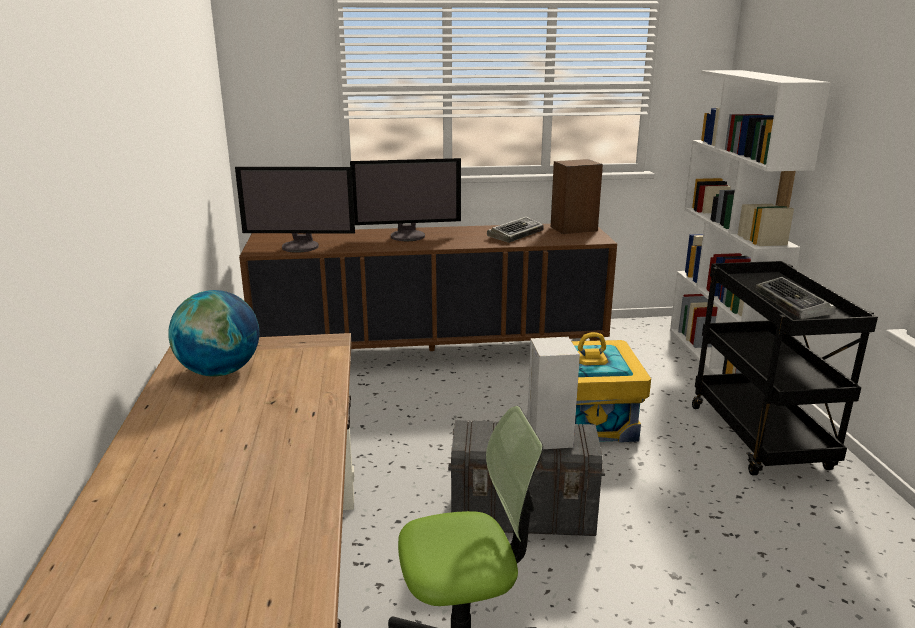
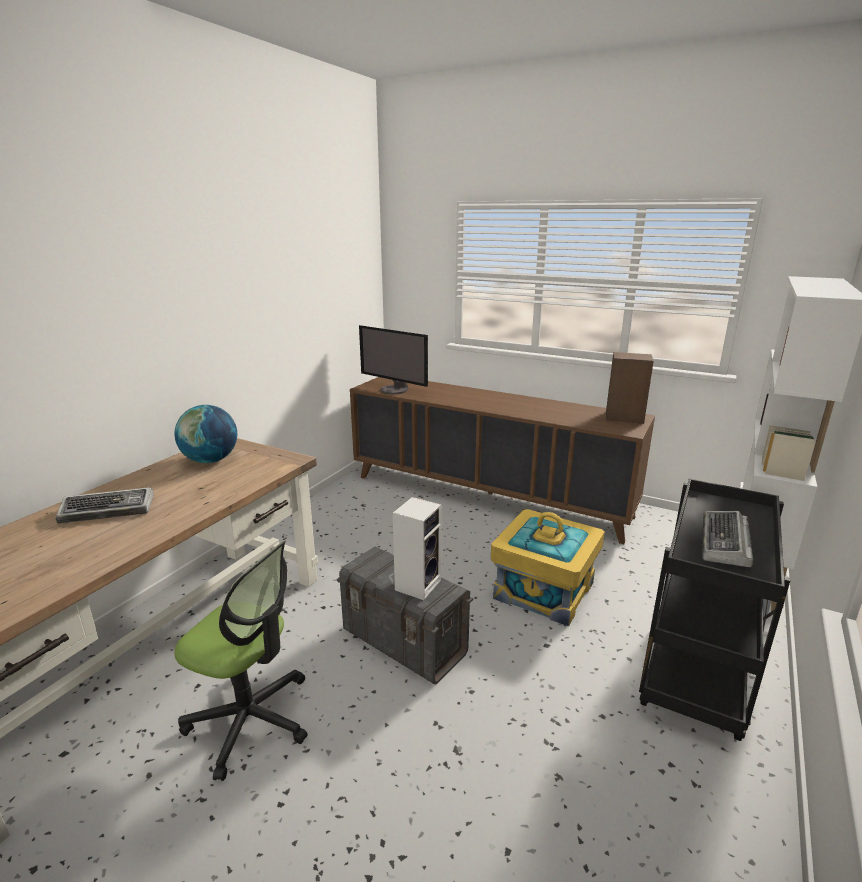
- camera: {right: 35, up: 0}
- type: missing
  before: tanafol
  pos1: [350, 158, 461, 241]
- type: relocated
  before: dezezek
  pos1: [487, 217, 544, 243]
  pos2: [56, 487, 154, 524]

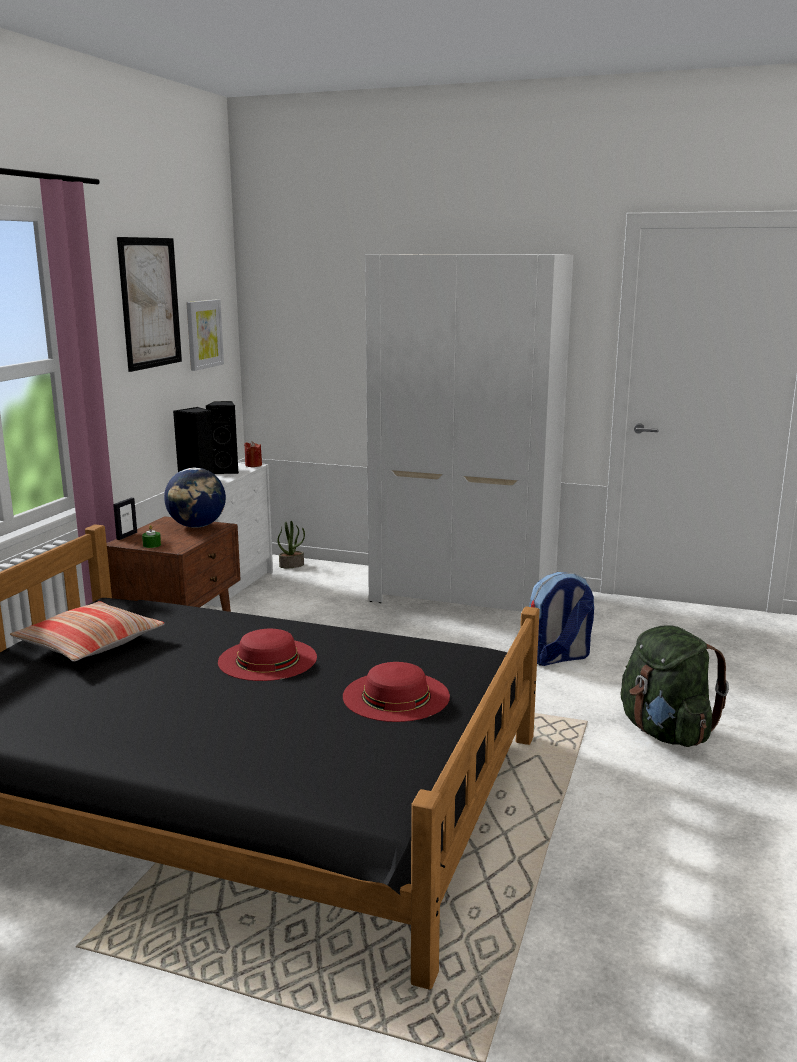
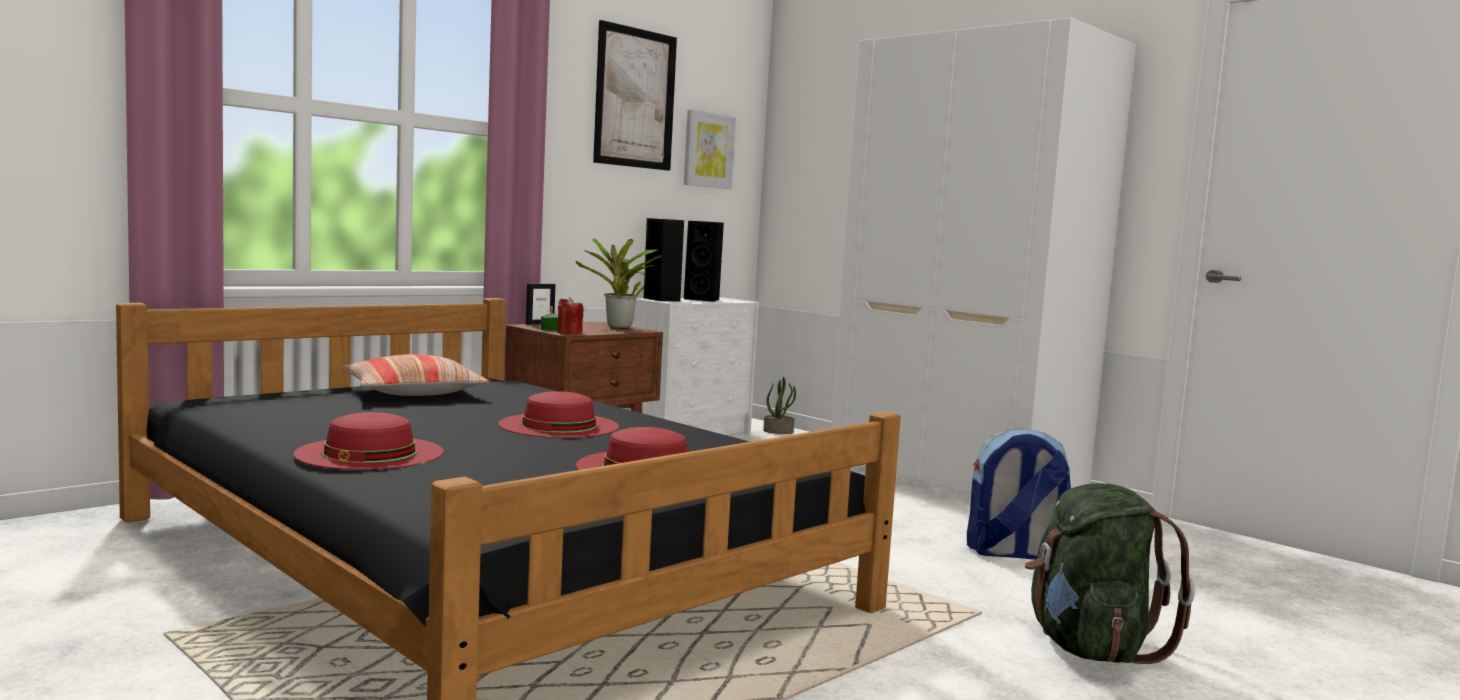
- camera: {right: 25, up: -10}
- type: exchanged
  before: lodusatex
  after: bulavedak
  pos1: [164, 468, 226, 528]
  pos2: [576, 238, 661, 329]
- type: relocated
  before: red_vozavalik
  pos1: [244, 441, 262, 467]
  pos2: [557, 297, 583, 335]
- type: appeared
  after: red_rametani
  pos2: [293, 412, 443, 470]

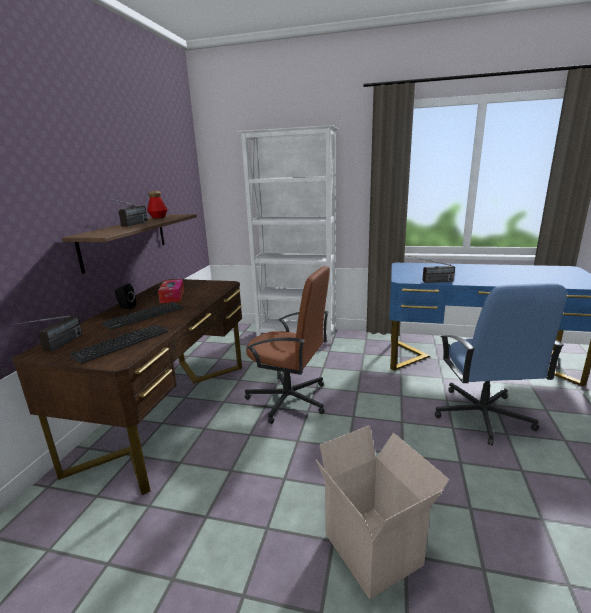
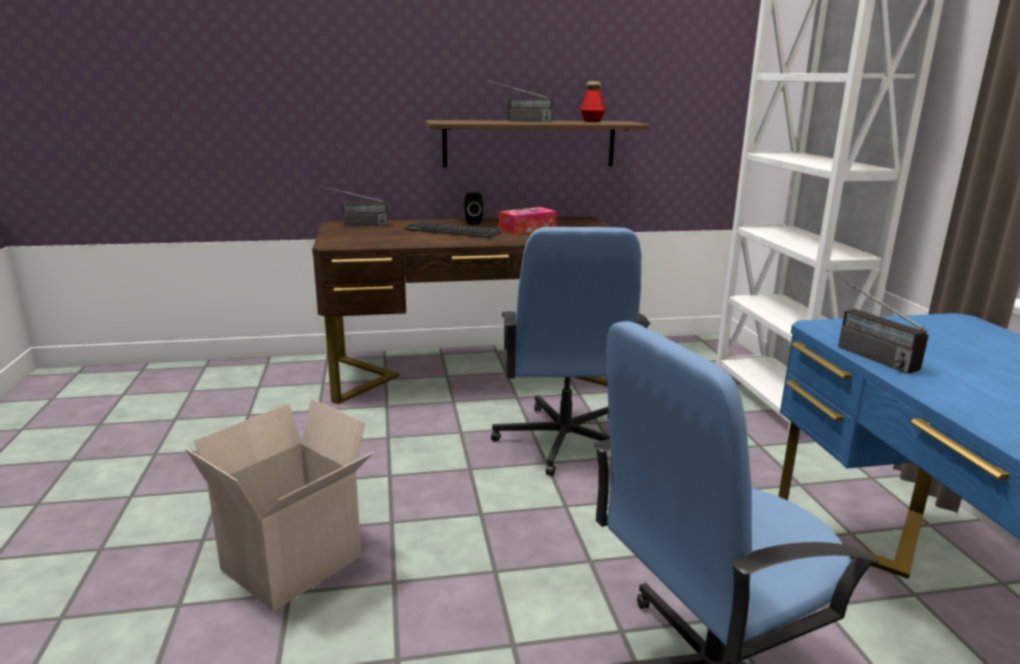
- camera: {right: 65, up: 0}
- type: missing
  before: dezezek
  pos1: [70, 325, 168, 364]
- type: colour
  before: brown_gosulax
  after: blue_gosulax
  pos1: [245, 266, 330, 424]
  pos2: [491, 227, 650, 476]

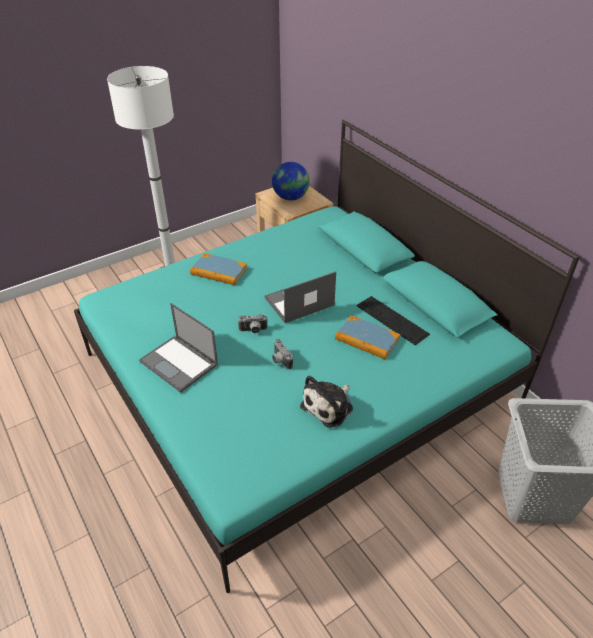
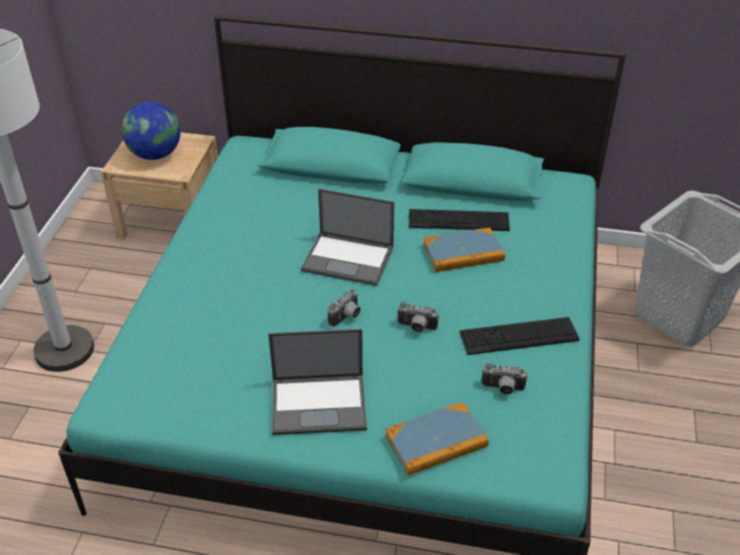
- camera: {right: -45, up: 0}
- type: relocated
  before: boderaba
  pos1: [190, 253, 247, 285]
  pos2: [385, 402, 489, 476]
- type: spun
  before: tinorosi
  pos1: [264, 271, 336, 323]
  pos2: [301, 189, 394, 286]
  turn: -90
- type: exchanged
  before: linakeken
  after: dezezek
  pos1: [300, 375, 353, 428]
  pos2: [459, 317, 580, 355]
- type: appeared
  after: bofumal
  pos2: [481, 363, 527, 395]

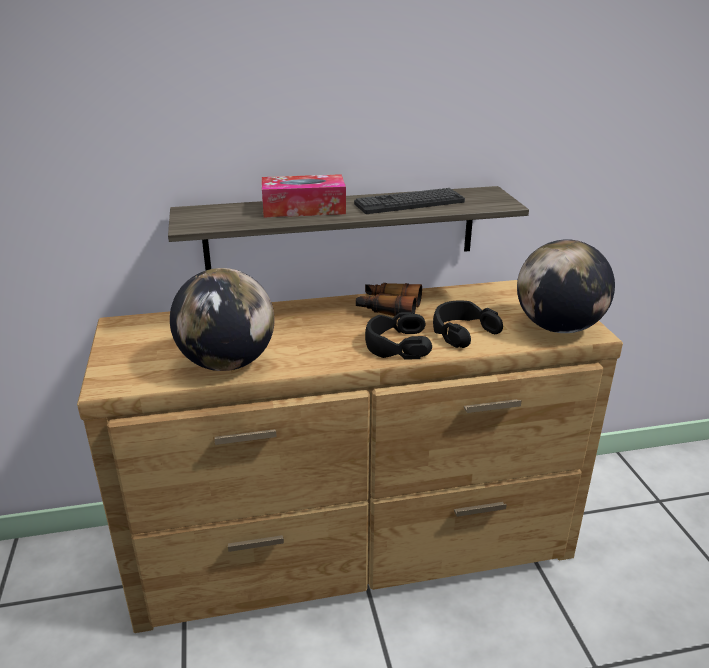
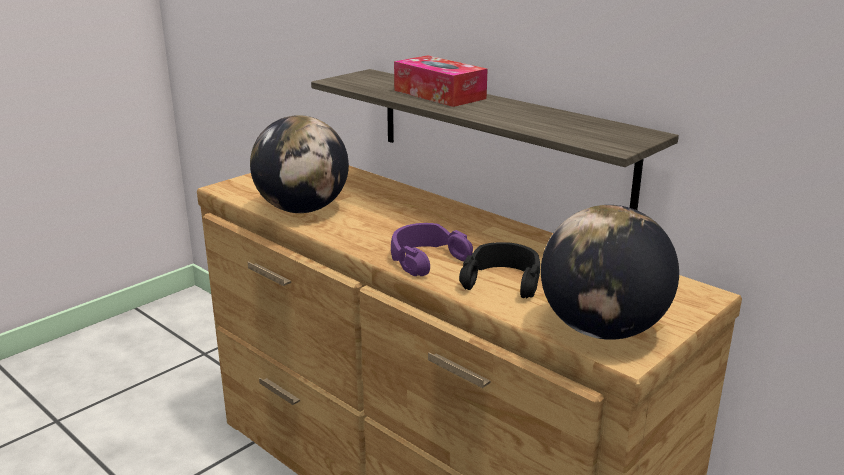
- camera: {right: 55, up: -5}
- type: missing
  before: dezezek
  pos1: [354, 188, 465, 214]
- type: missing
  before: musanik
  pos1: [356, 283, 422, 316]
- type: colour
  before: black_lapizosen
  after: purple_lapizosen
  pos1: [365, 312, 432, 360]
  pos2: [391, 223, 473, 276]

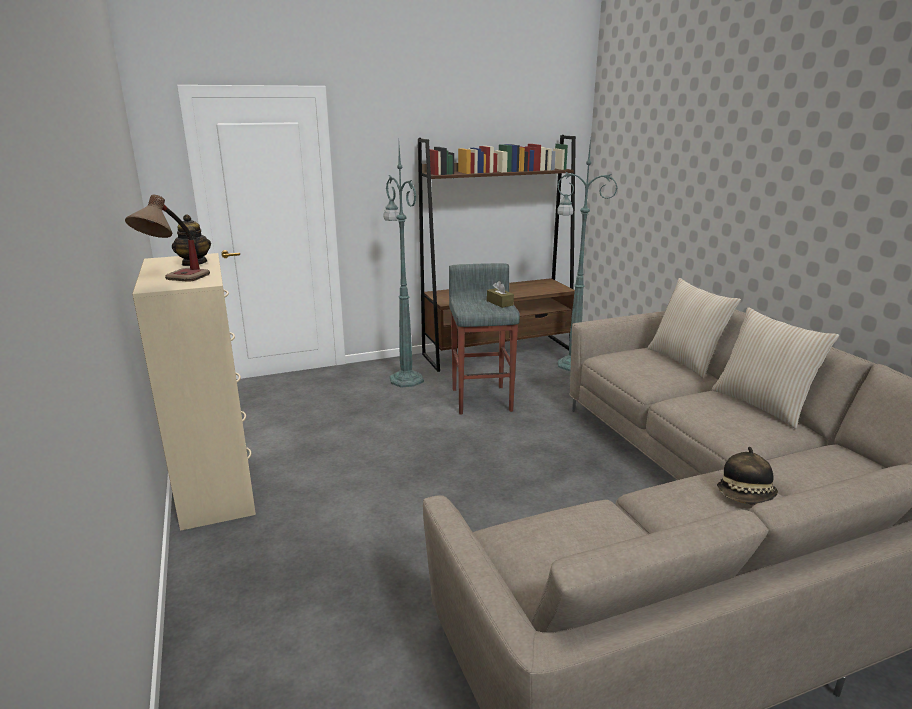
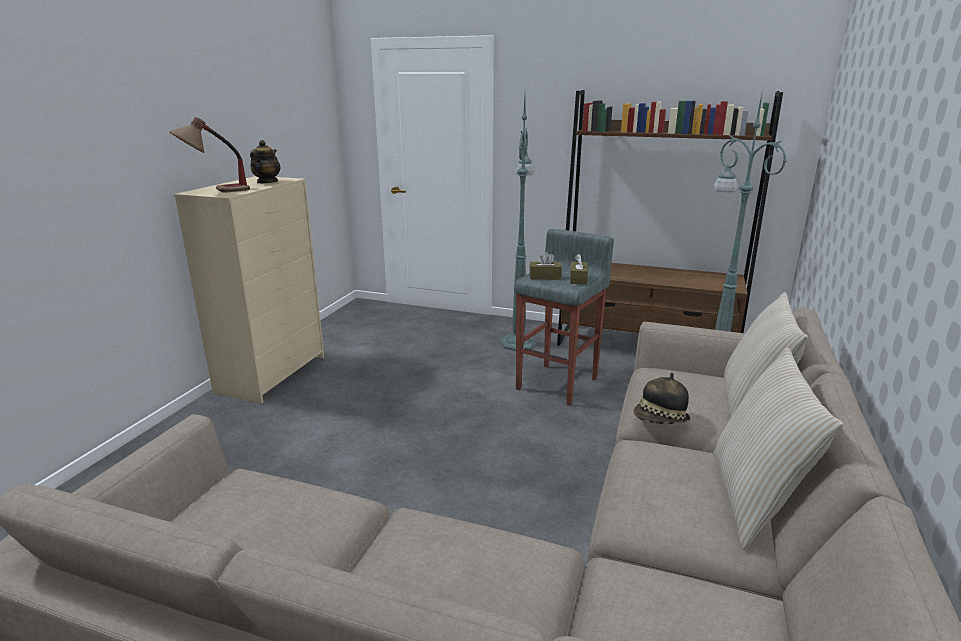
- camera: {right: 40, up: 0}
- type: relocated
  before: rametani
  pos1: [717, 447, 778, 505]
  pos2: [633, 373, 690, 424]
- type: appeared
  after: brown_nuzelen
  pos2: [529, 252, 562, 280]

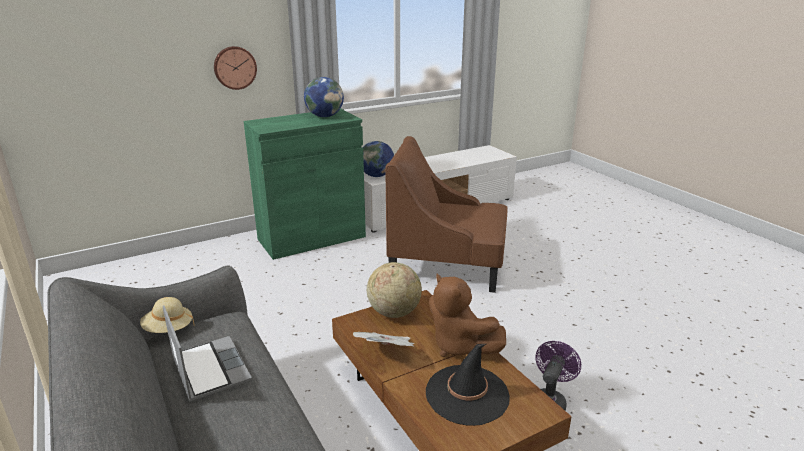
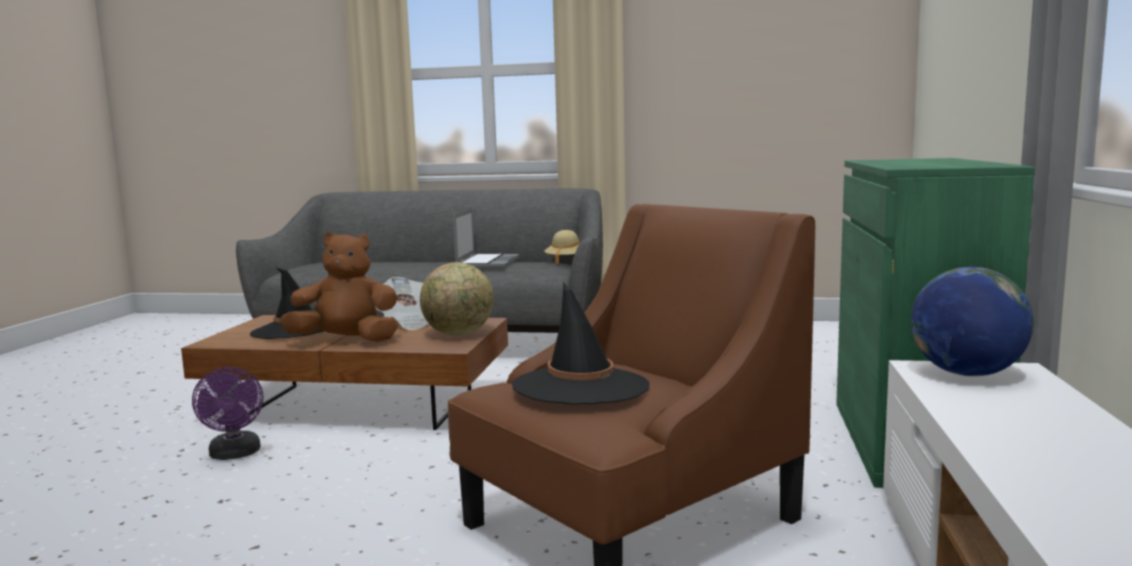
- camera: {right: 130, up: -15}
- type: spun
  before: tinorosi
  pos1: [163, 305, 252, 402]
  pos2: [453, 208, 520, 269]
  turn: -90
- type: missing
  before: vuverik
  pos1: [214, 46, 257, 90]
- type: missing
  before: lodusatex
  pos1: [304, 77, 344, 117]
- type: appeared
  after: black_rametani
  pos2: [512, 282, 650, 404]

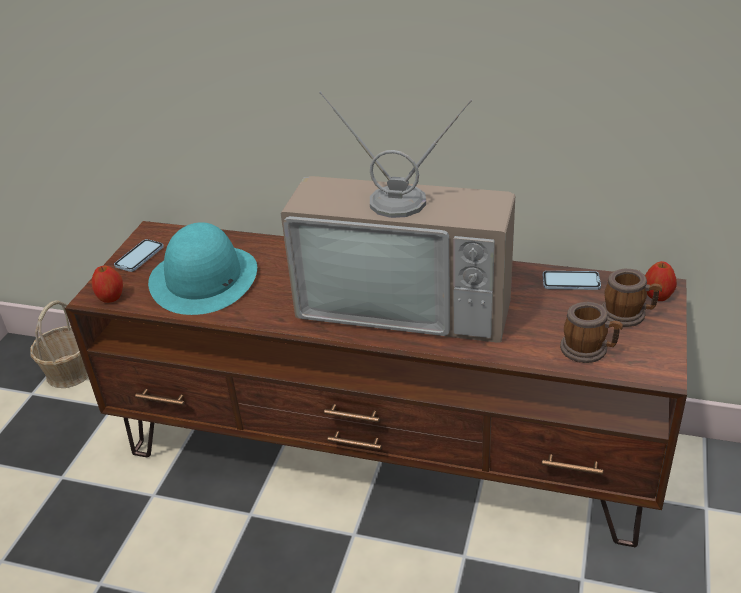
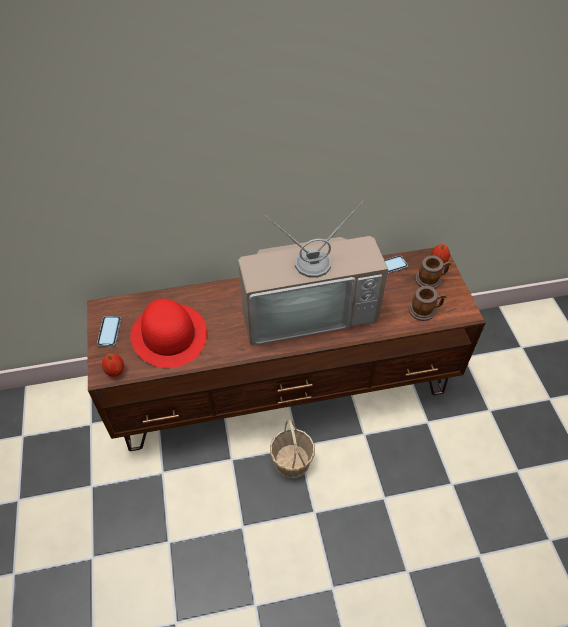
- camera: {right: -30, up: 15}
- type: relocated
  before: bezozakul
  pos1: [31, 300, 88, 388]
  pos2: [270, 419, 315, 478]
- type: colour
  before: turquoise_rametani
  after: red_rametani
  pos1: [148, 222, 257, 315]
  pos2: [130, 299, 207, 368]

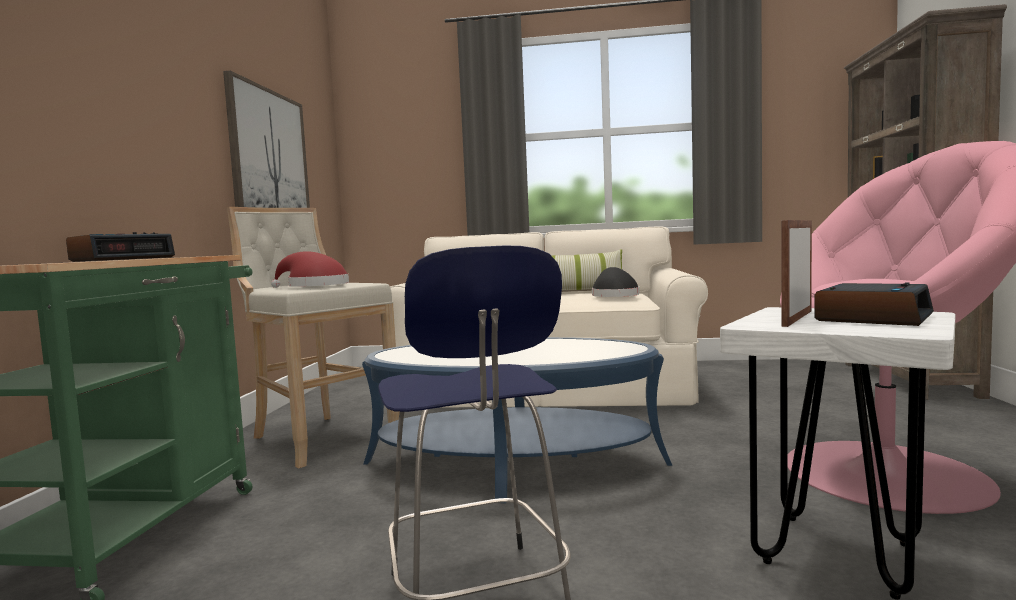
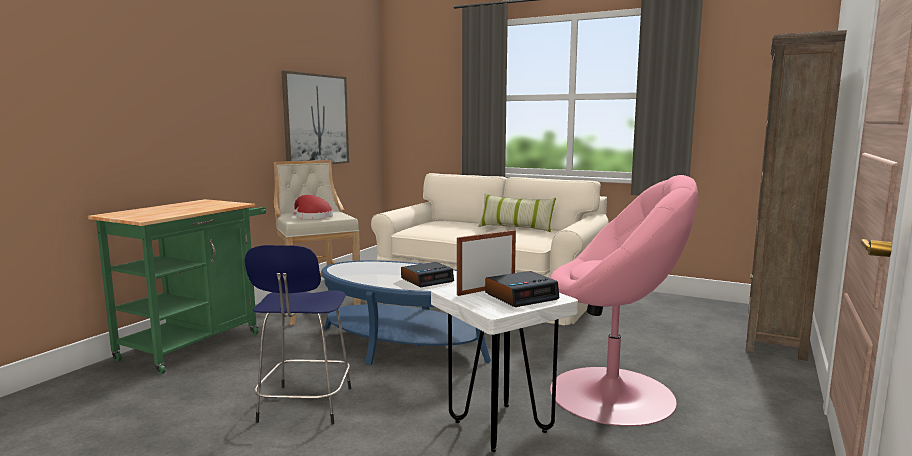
- camera: {right: 20, up: 5}
- type: relocated
  before: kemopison
  pos1: [66, 232, 175, 262]
  pos2: [401, 262, 454, 288]
- type: missing
  before: black_rametani
  pos1: [592, 267, 639, 297]

